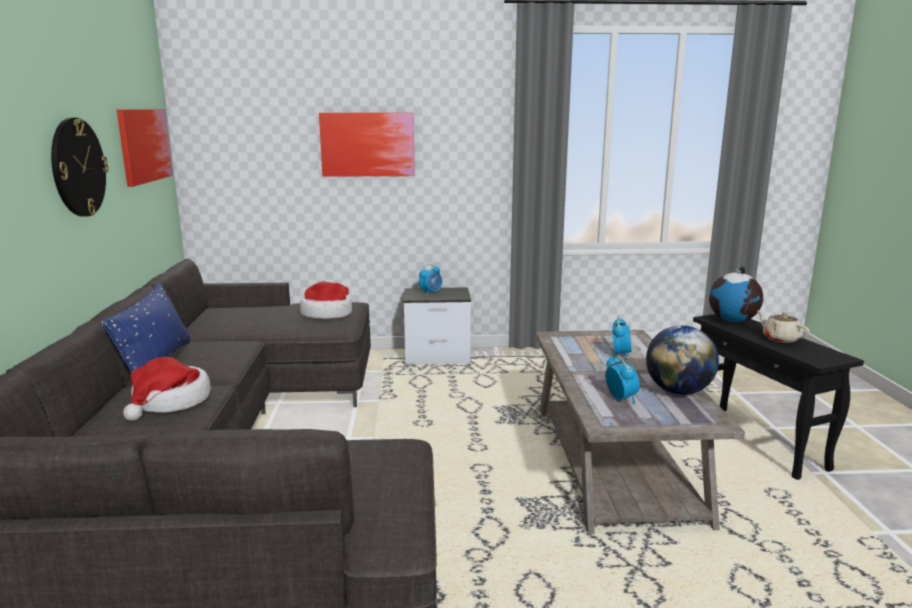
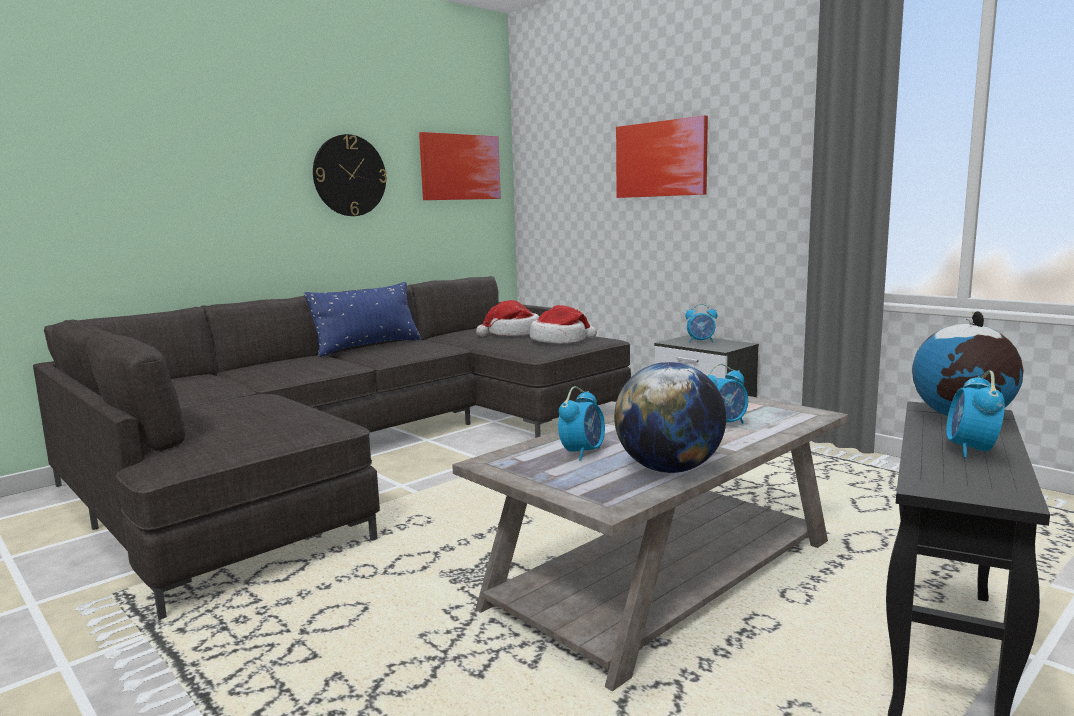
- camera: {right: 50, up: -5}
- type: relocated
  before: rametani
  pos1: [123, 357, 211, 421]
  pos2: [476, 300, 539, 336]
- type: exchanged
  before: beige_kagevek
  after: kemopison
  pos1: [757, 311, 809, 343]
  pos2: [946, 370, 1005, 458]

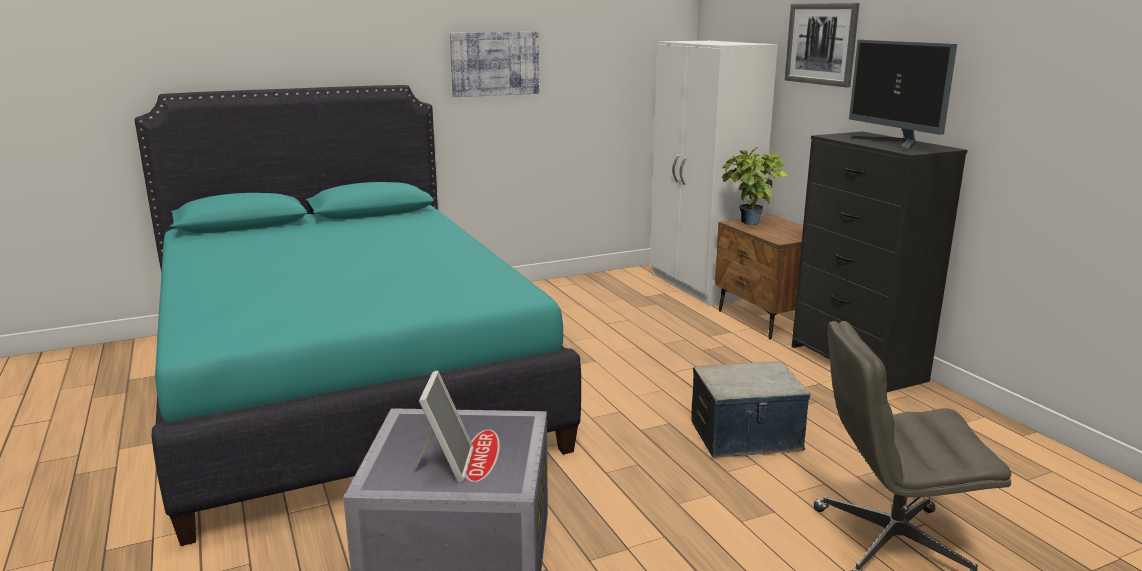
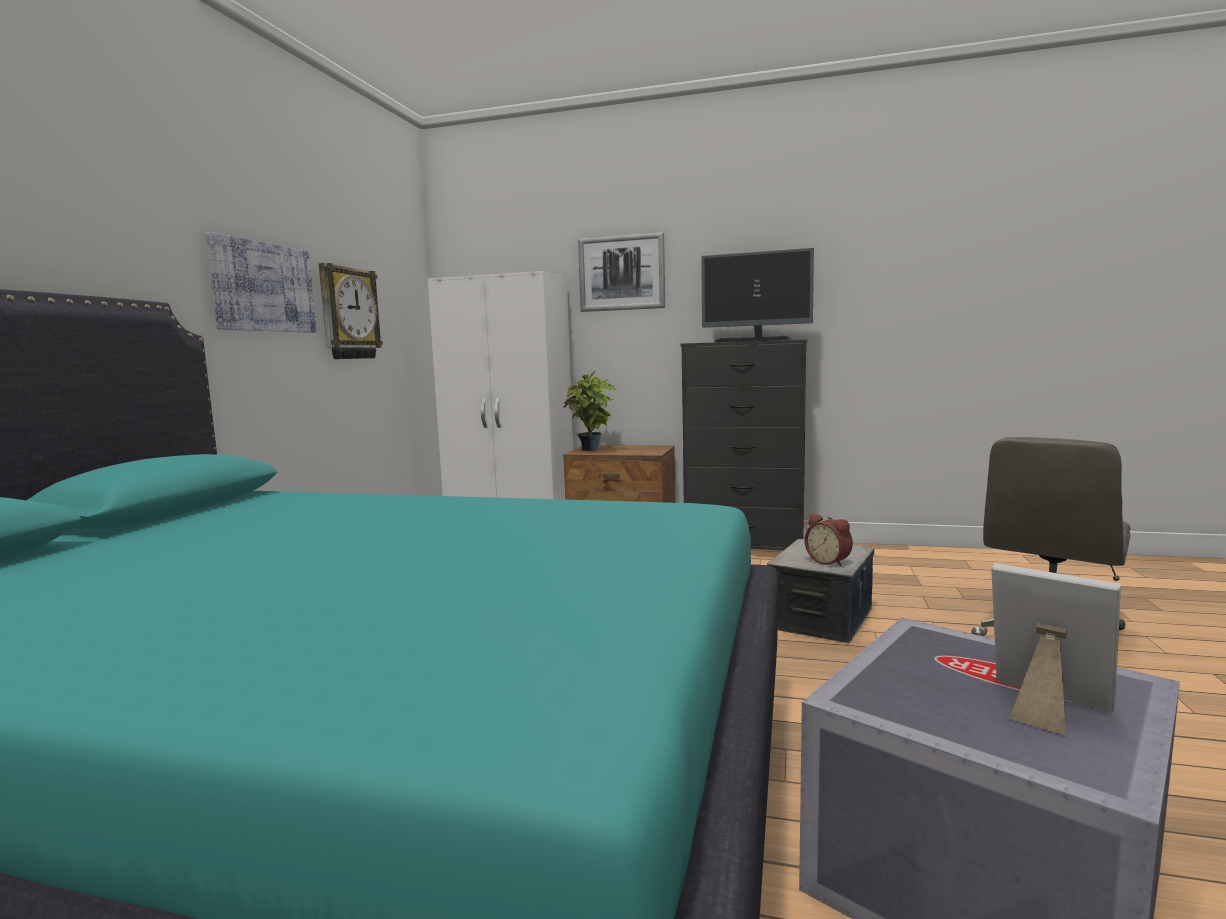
- camera: {right: -50, up: -10}
- type: appeared
  after: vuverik
  pos2: [319, 263, 383, 359]
- type: appeared
  after: kemopison
  pos2: [805, 514, 853, 567]

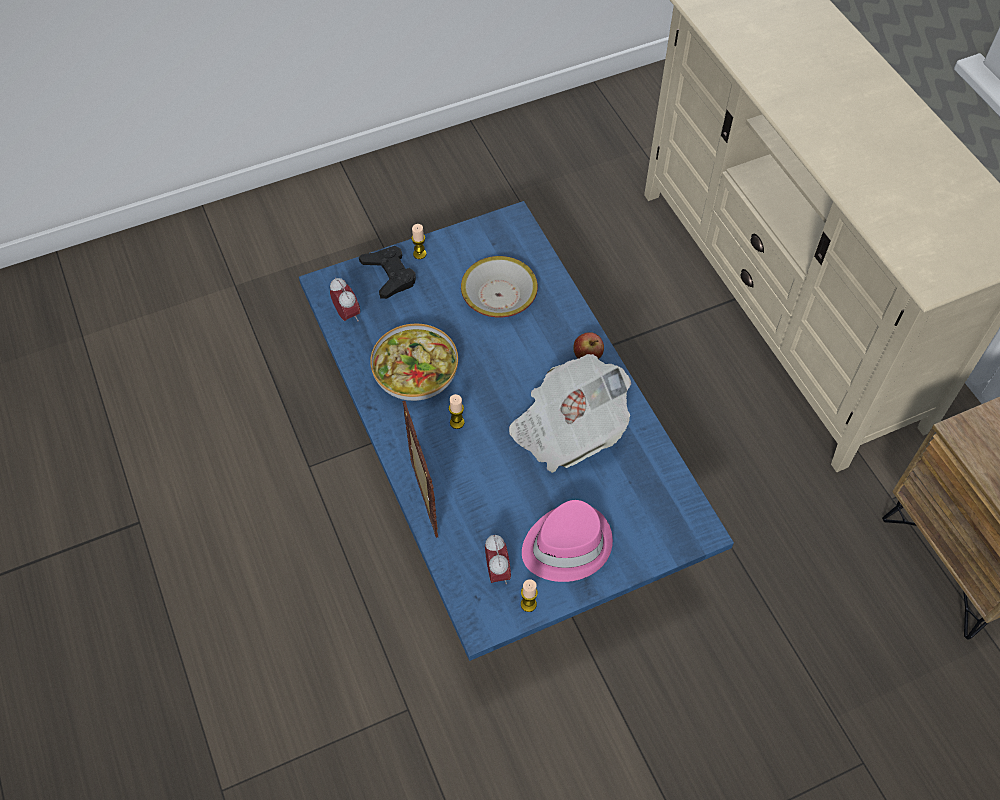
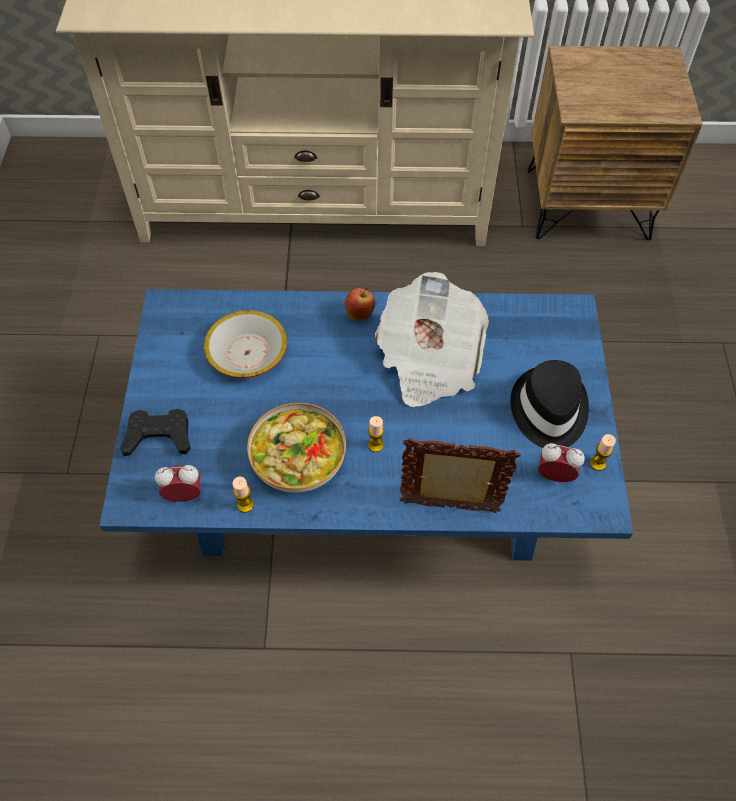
- camera: {right: -65, up: 0}
- type: relocated
  before: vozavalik
  pos1: [411, 224, 427, 259]
  pos2: [233, 477, 254, 513]
- type: colour
  before: pink_rametani
  after: black_rametani
  pos1: [522, 500, 613, 582]
  pos2: [510, 360, 589, 448]

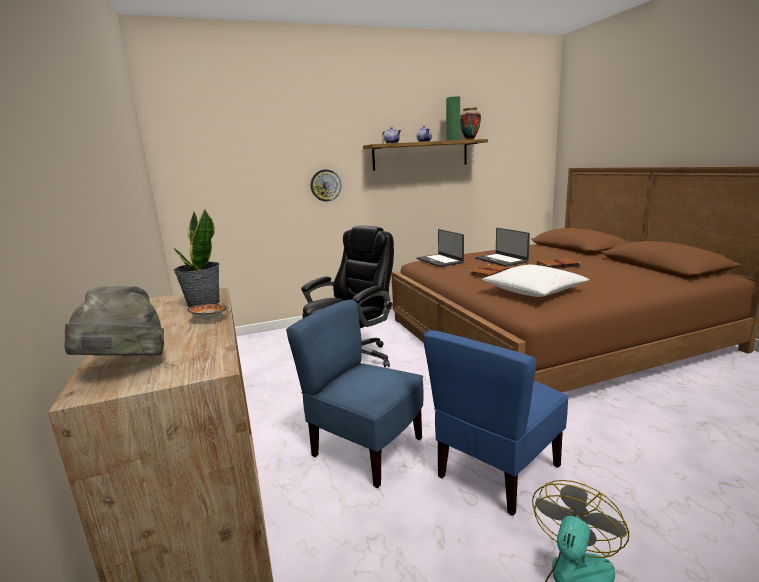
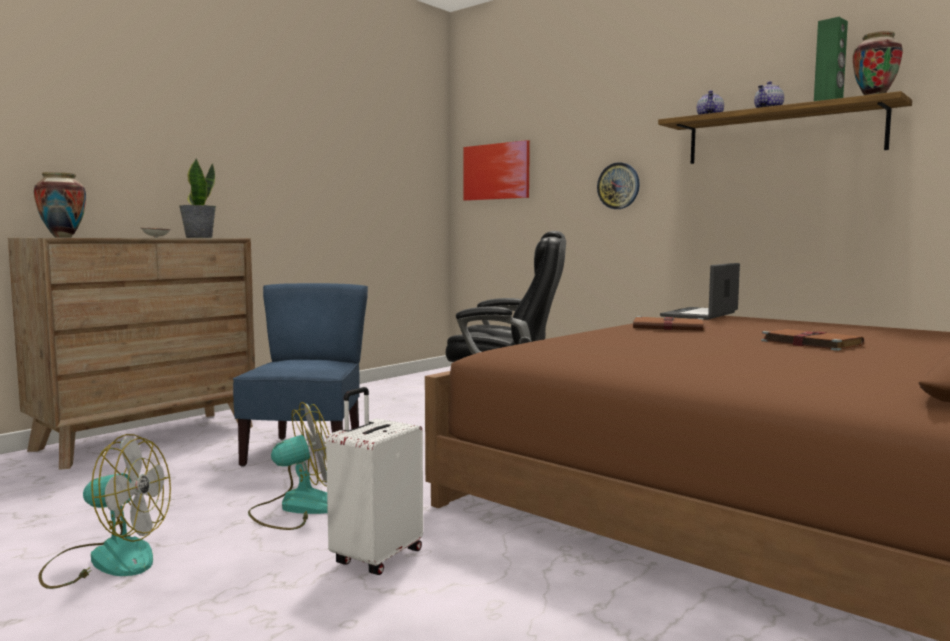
- camera: {right: 60, up: -10}
- type: exchanged
  before: grey_rametani
  after: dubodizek
  pos1: [64, 286, 164, 356]
  pos2: [34, 172, 86, 238]
- type: exchanged
  before: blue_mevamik
  after: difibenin
  pos1: [423, 330, 569, 516]
  pos2: [248, 402, 329, 530]
- type: missing
  before: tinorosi
  pos1: [475, 228, 530, 267]
- type: missing
  before: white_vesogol
  pos1: [482, 265, 589, 297]
- type: appeared
  after: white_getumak
  pos2: [326, 387, 423, 575]
- type: appeared
  after: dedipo
  pos2: [463, 140, 530, 201]

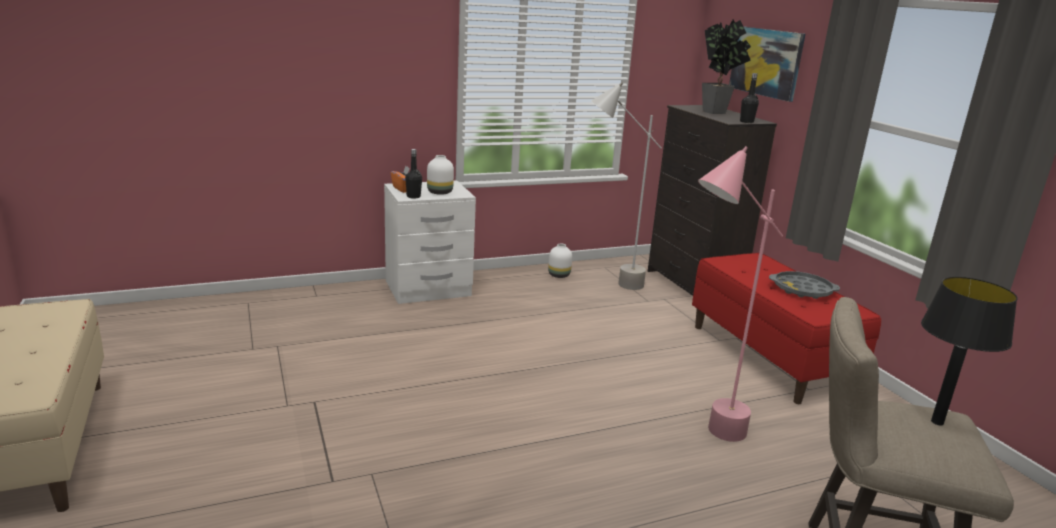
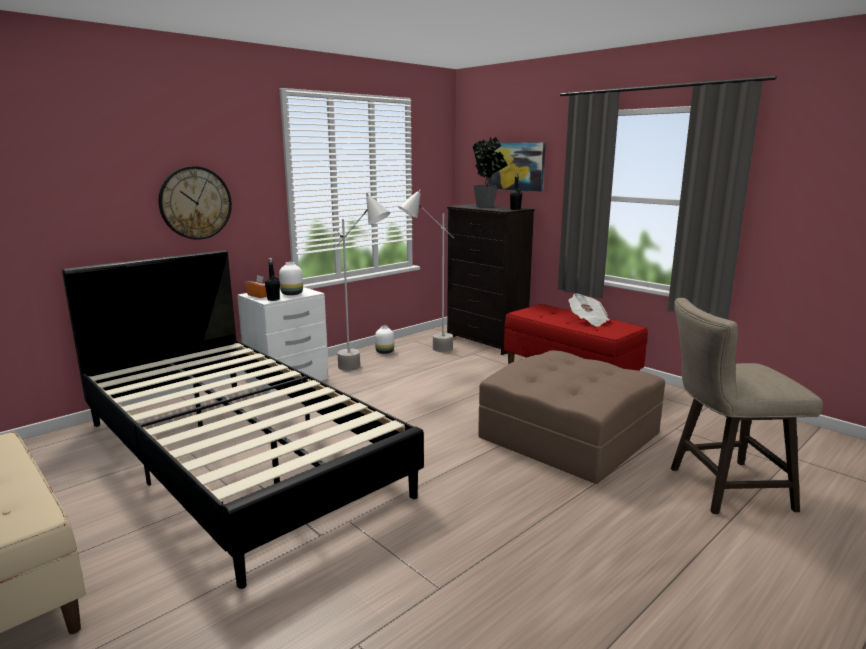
- camera: {right: -20, up: -5}
- type: exchanged
  before: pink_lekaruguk
  after: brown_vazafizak
  pos1: [698, 146, 783, 442]
  pos2: [478, 350, 665, 484]
- type: exchanged
  before: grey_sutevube
  after: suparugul
  pos1: [769, 271, 840, 299]
  pos2: [568, 294, 610, 326]
- type: missing
  before: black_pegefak
  pos1: [921, 277, 1017, 425]
- type: appeared
  after: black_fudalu
  pos2: [62, 250, 424, 589]
- type: appeared
  after: vuverik
  pos2: [159, 166, 232, 240]
- type: appeared
  after: grey_lekaruguk
  pos2: [337, 193, 390, 370]

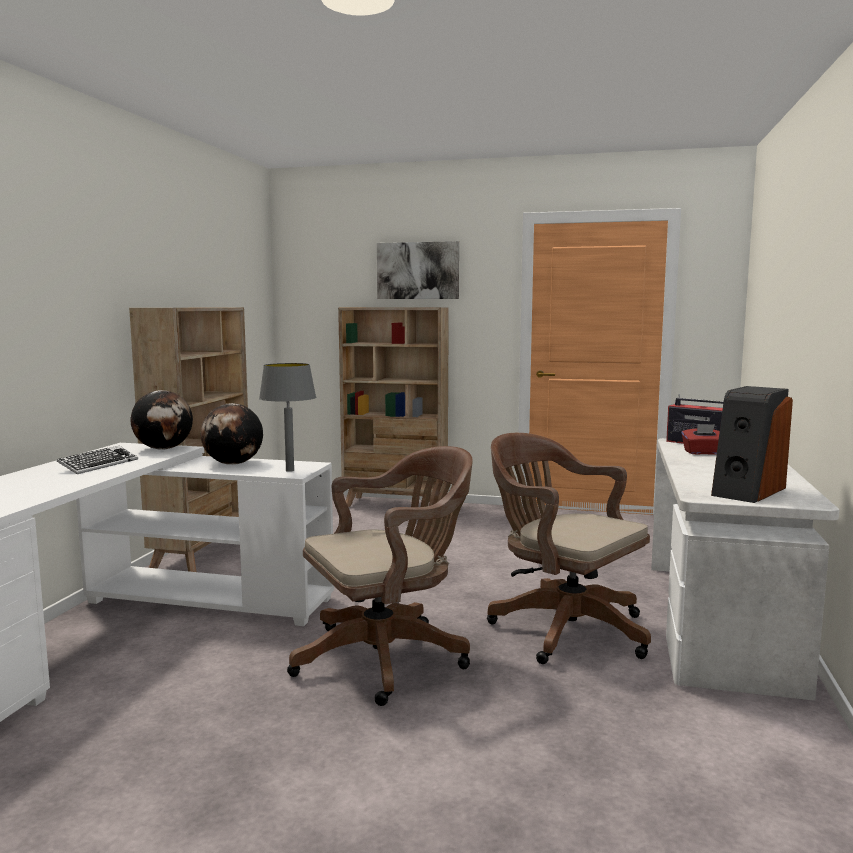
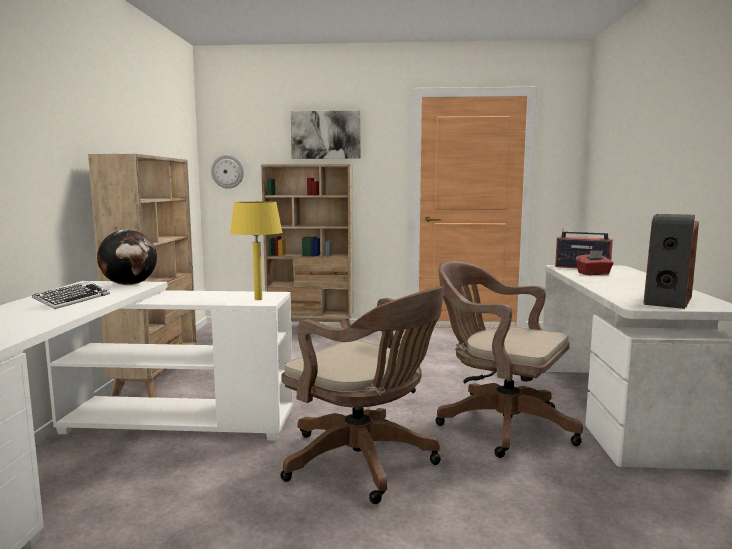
- camera: {right: -10, up: 0}
- type: missing
  before: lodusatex
  pos1: [201, 403, 263, 465]
- type: colour
  before: grey_pegefak
  after: yellow_pegefak
  pos1: [259, 363, 316, 472]
  pos2: [230, 201, 282, 300]
- type: spun
  before: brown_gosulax
  pos1: [287, 446, 473, 706]
  pos2: [280, 286, 445, 504]
  turn: 75
- type: appeared
  after: vuverik
  pos2: [211, 155, 244, 189]

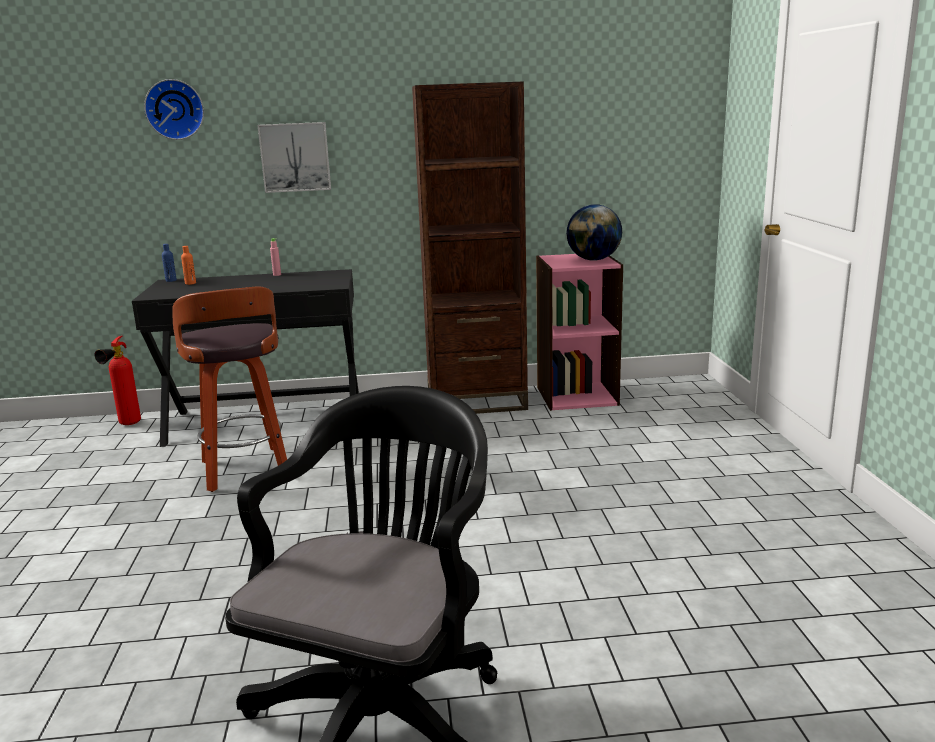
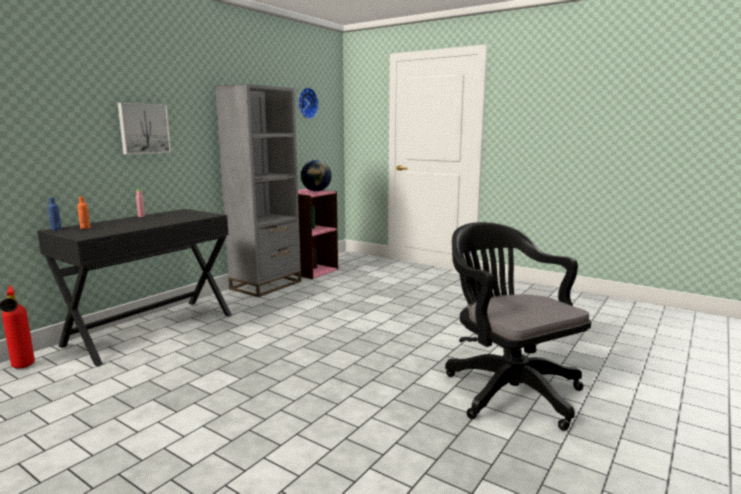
- camera: {right: -50, up: -5}
- type: relocated
  before: vuverik
  pos1: [144, 79, 204, 140]
  pos2: [298, 88, 319, 119]
- type: missing
  before: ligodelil
  pos1: [172, 287, 287, 492]
- type: colour
  before: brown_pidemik
  after: grey_pidemik
  pos1: [412, 82, 528, 414]
  pos2: [215, 84, 301, 297]

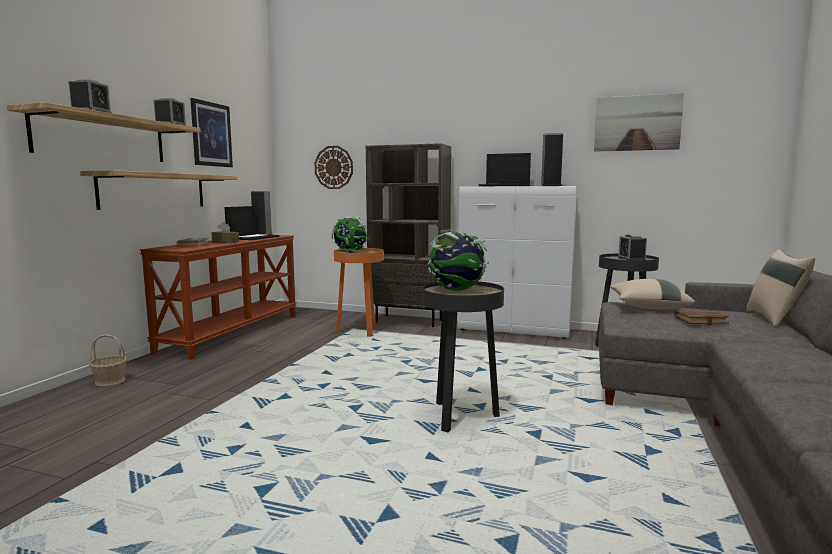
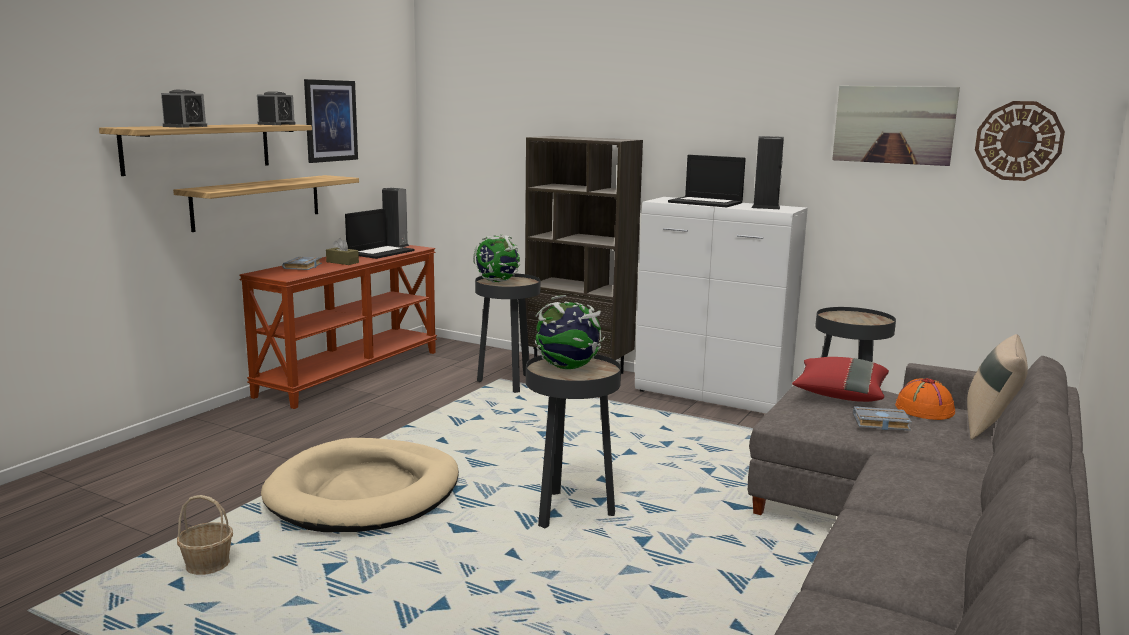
- camera: {right: 10, up: 5}
- type: relocated
  before: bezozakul
  pos1: [89, 334, 127, 386]
  pos2: [177, 495, 233, 575]
- type: relocated
  before: vuverik
  pos1: [315, 146, 353, 189]
  pos2: [975, 101, 1065, 181]
- type: colour
  before: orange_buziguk
  after: black_buziguk
  pos1: [334, 248, 384, 337]
  pos2: [475, 273, 540, 393]
- type: colour
  before: beige_vesogol
  after: red_vesogol
  pos1: [610, 279, 695, 309]
  pos2: [792, 357, 889, 402]
- type: missing
  before: kemopison
  pos1: [618, 235, 647, 260]
- type: colour
  before: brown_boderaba
  after: grey_boderaba
  pos1: [674, 310, 730, 325]
  pos2: [853, 406, 912, 431]
- type: appeared
  after: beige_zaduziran
  pos2: [261, 438, 459, 532]
- type: appeared
  after: orange_rametani
  pos2: [895, 378, 955, 420]

